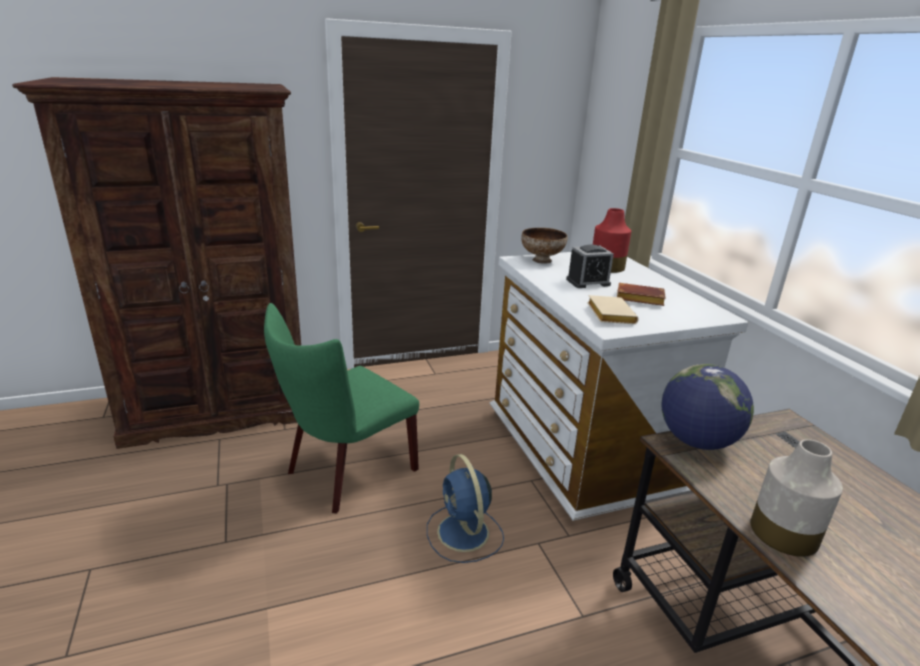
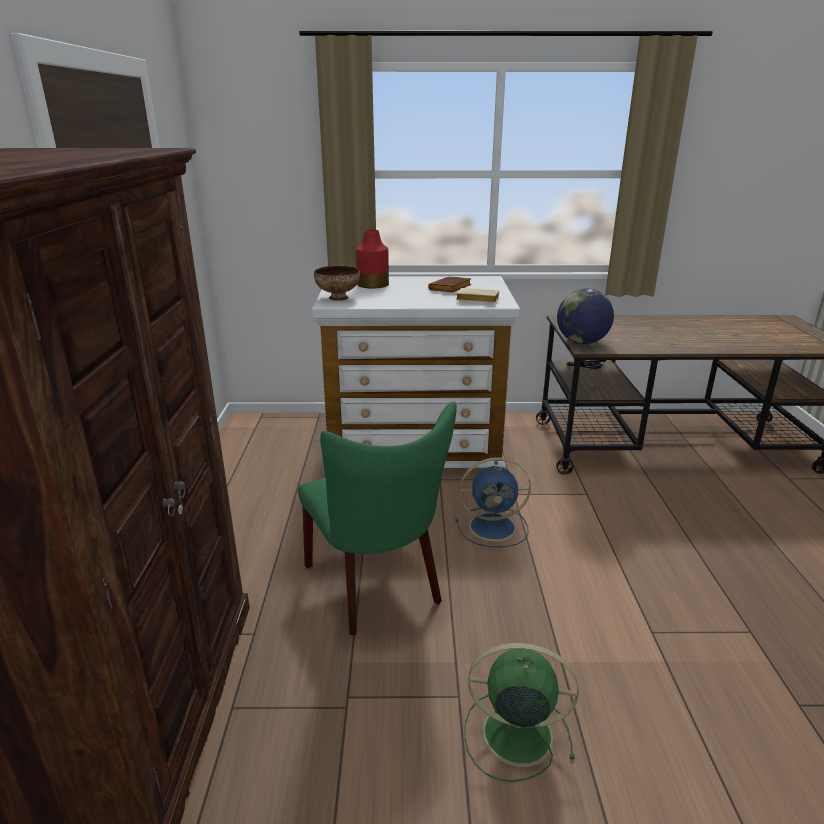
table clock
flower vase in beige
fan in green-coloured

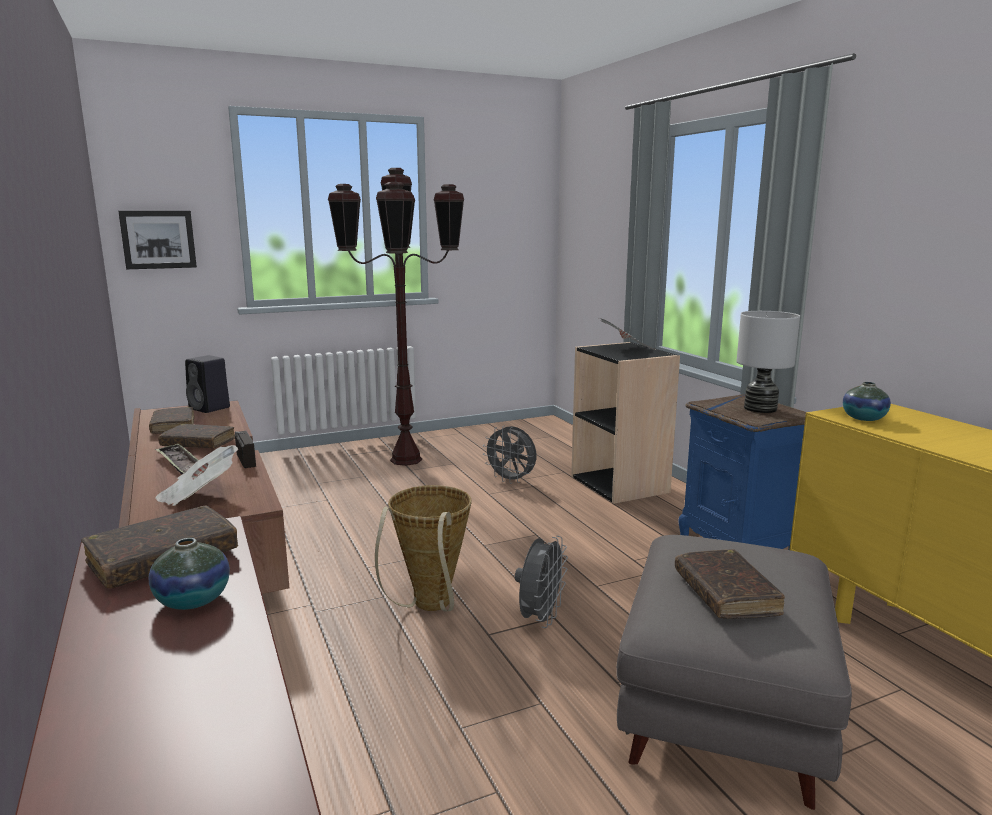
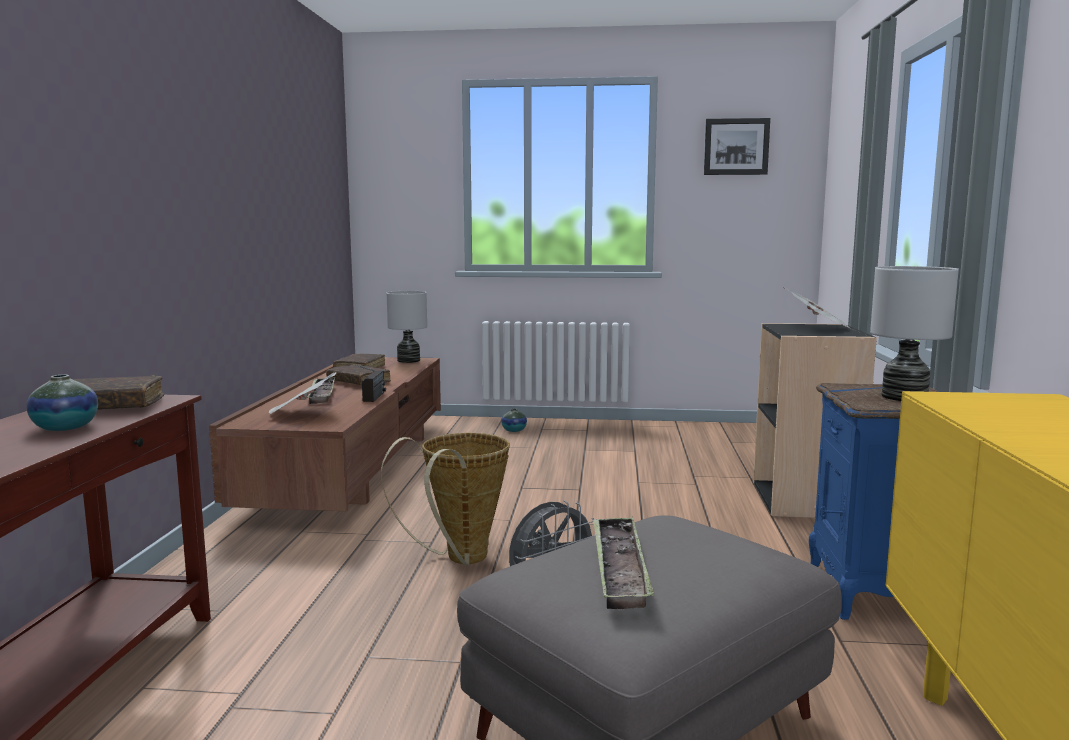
standard lamp in brownish
wall art
table lamp in grey (no. 1 from left)
flower vase (no. 2 from left)
fan in grey (no. 1 from left in the first image)
carrying tray (no. 2 from left)

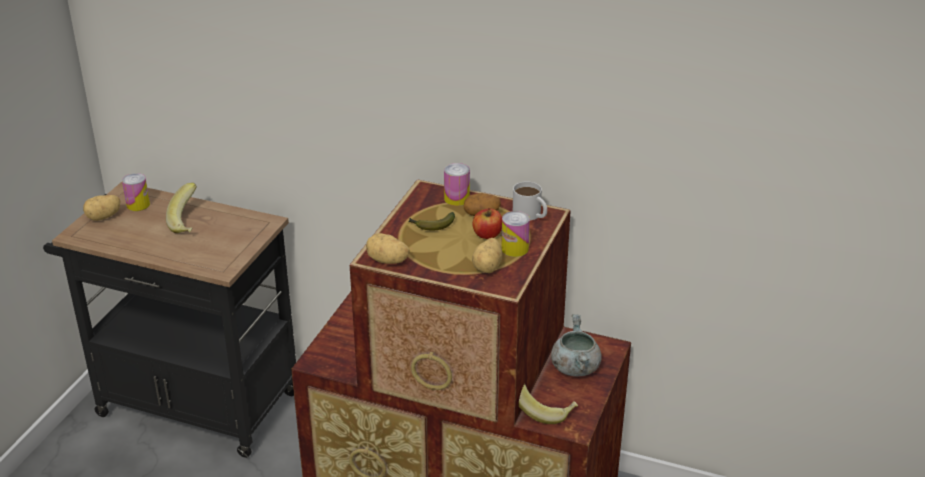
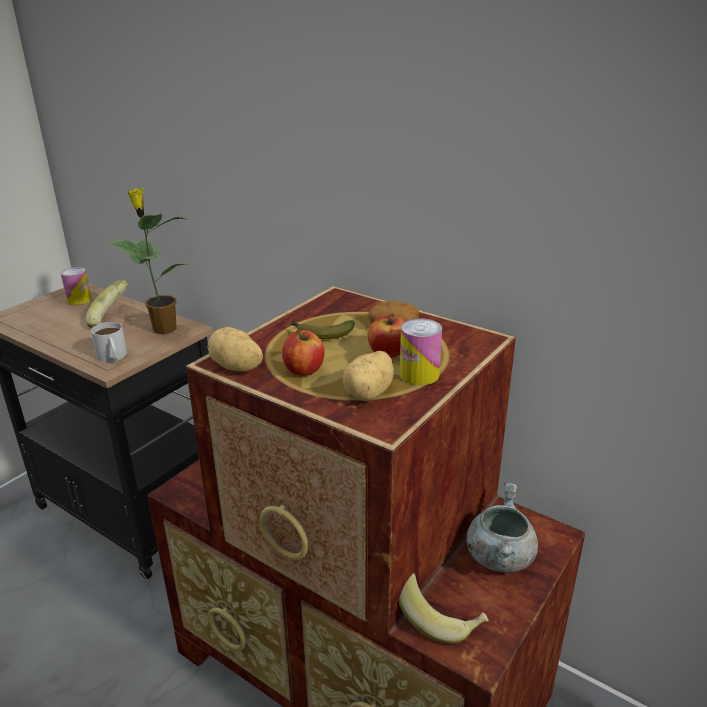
can (no. 2 from left in the first image)
mug in white-coloured
spud (no. 1 from left in the first image)
plant in a pot
apple (no. 1 from left)

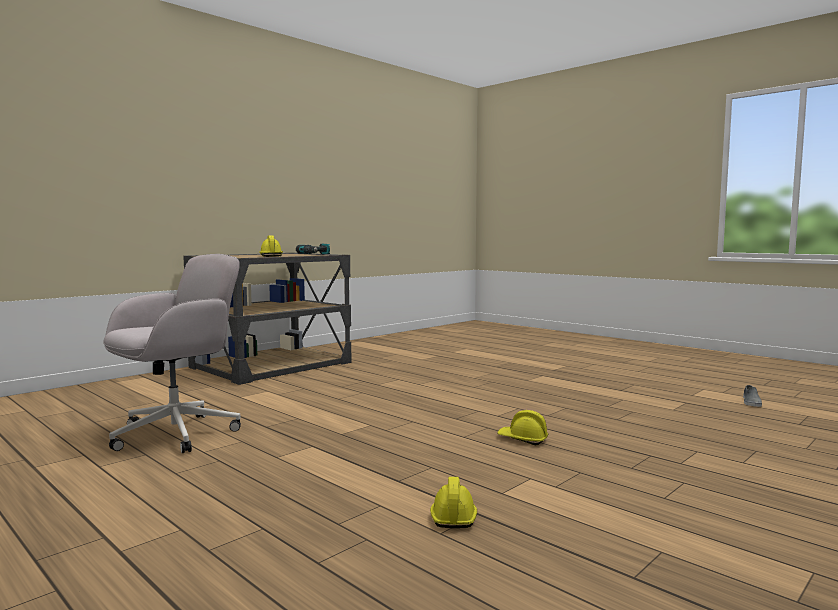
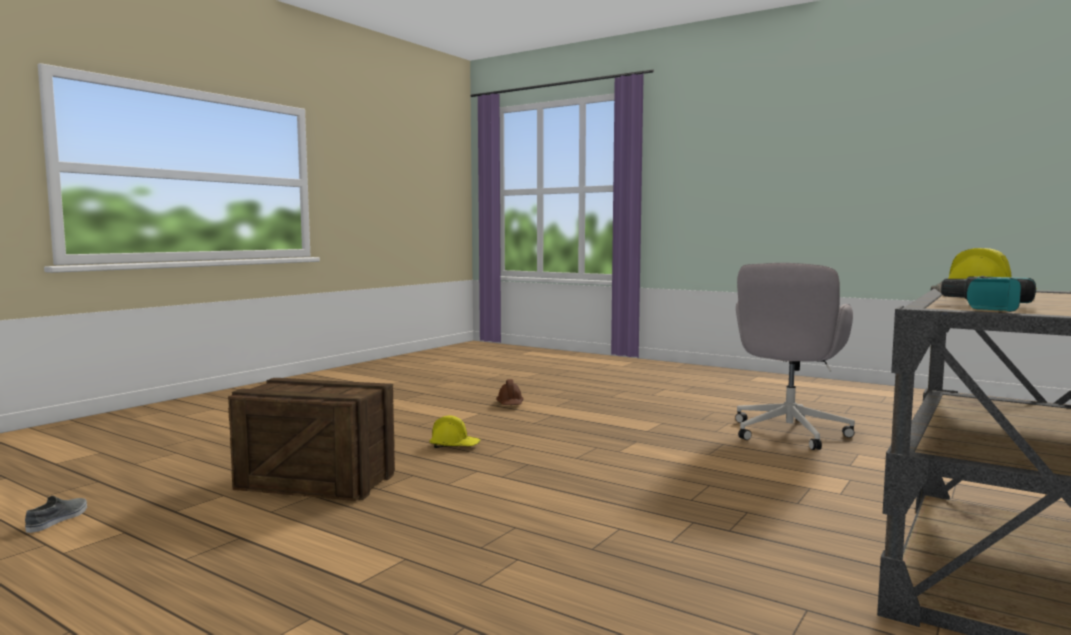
hard hat in brownish
shipping crate

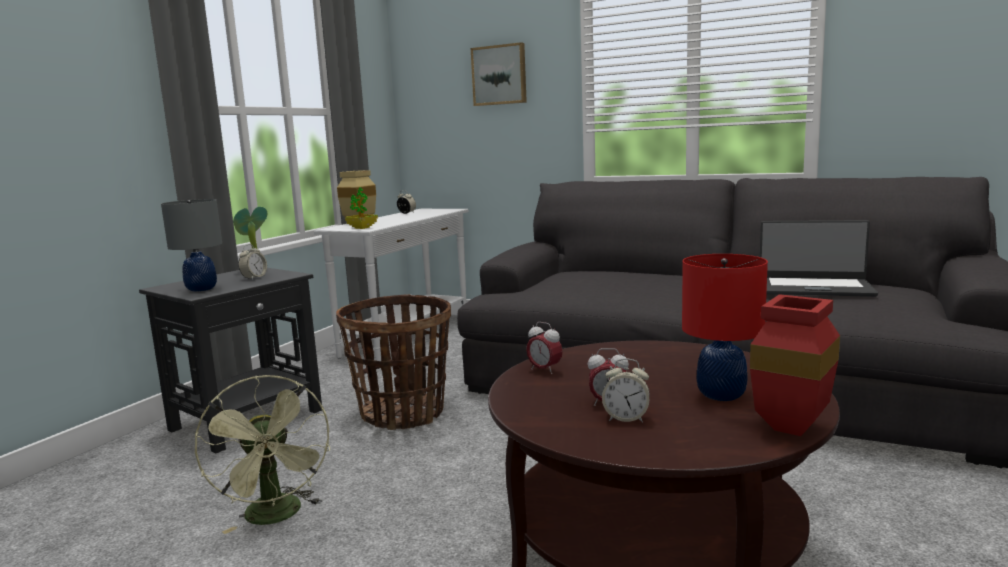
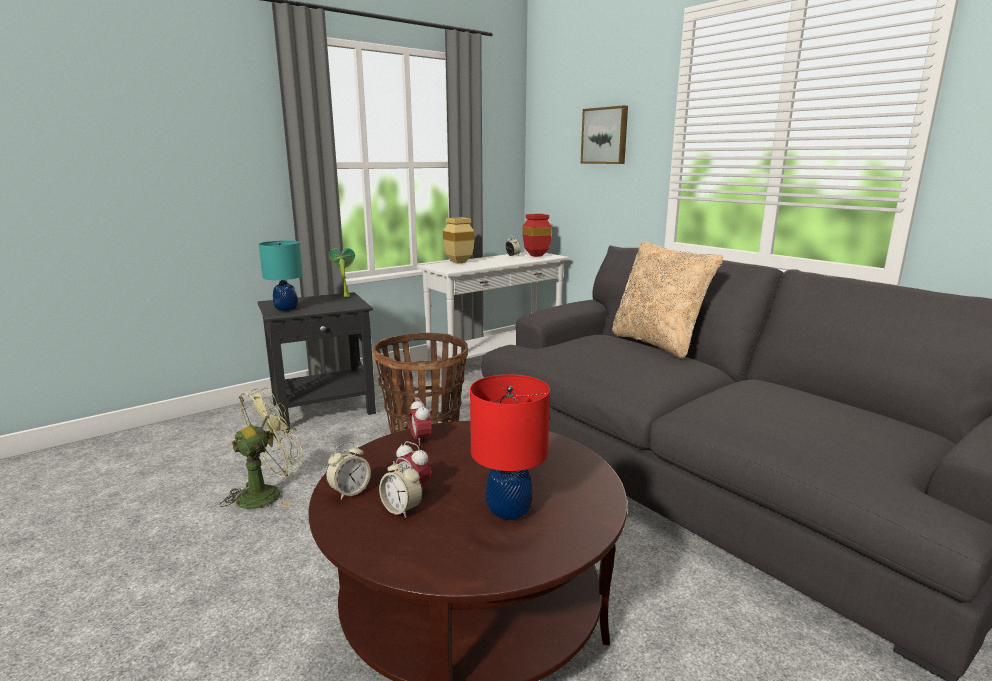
plant in a pot (no. 2 from left in the first image)
table lamp in blue-green
notebook computer
table clock (no. 1 from left)
flower vase in red-coloured
fan in green-coloured
throw pillow in beige

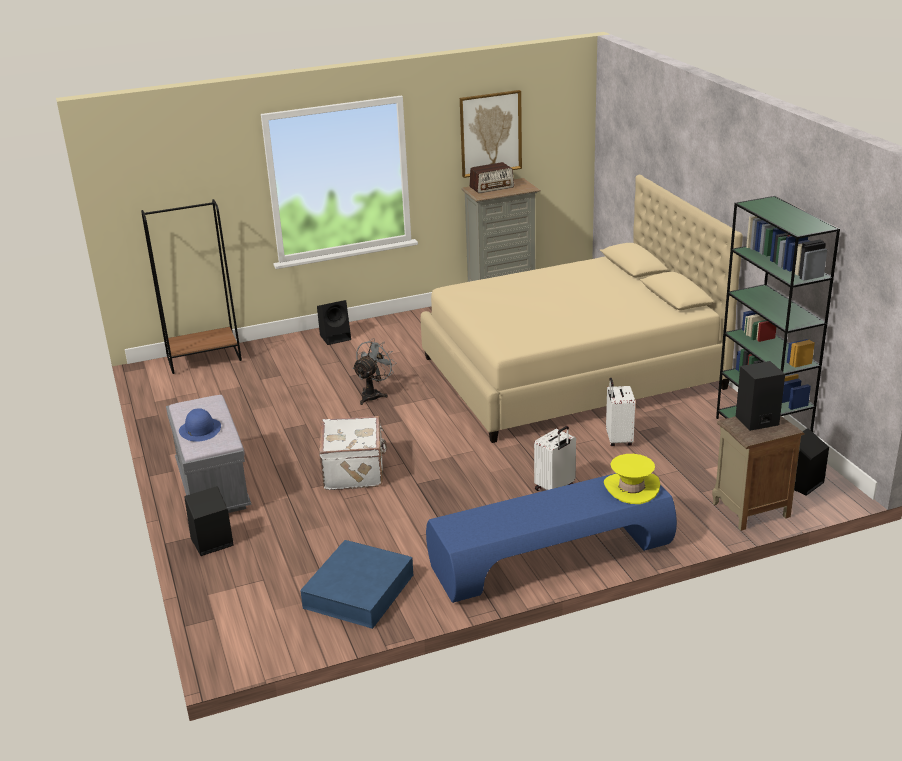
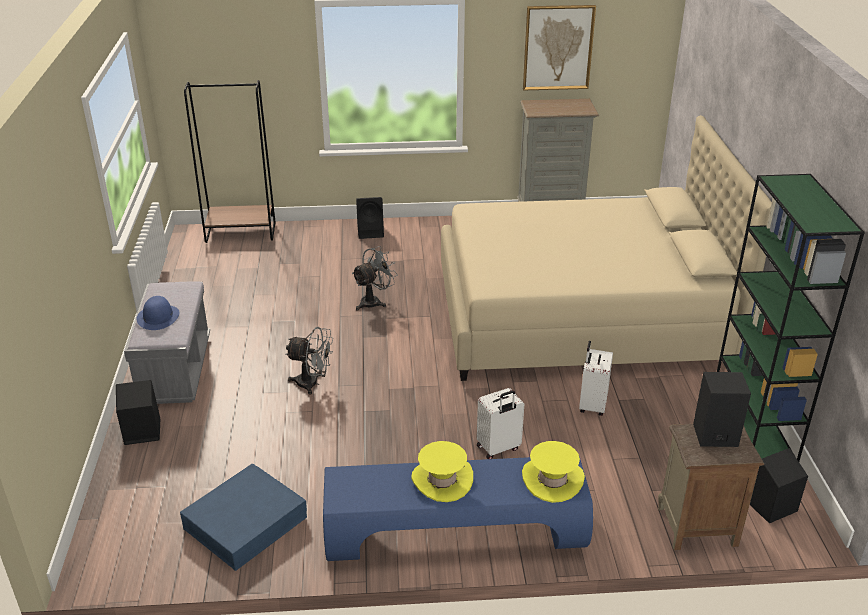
radio
fan in grey (no. 1 from left)
wearable hat in yellow-coloured (no. 1 from left)

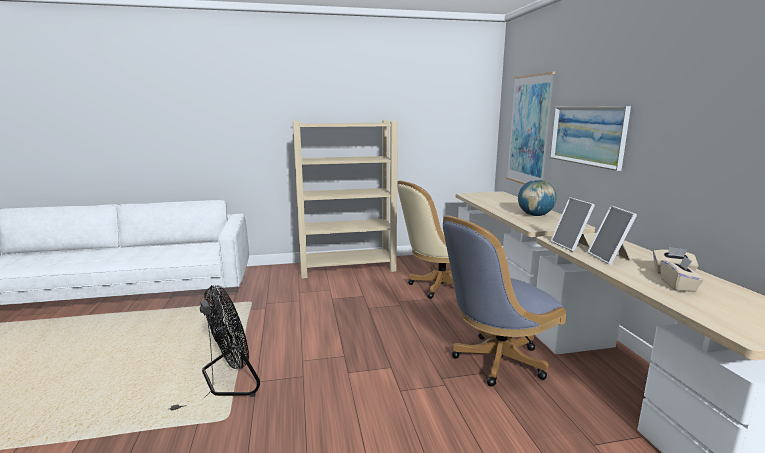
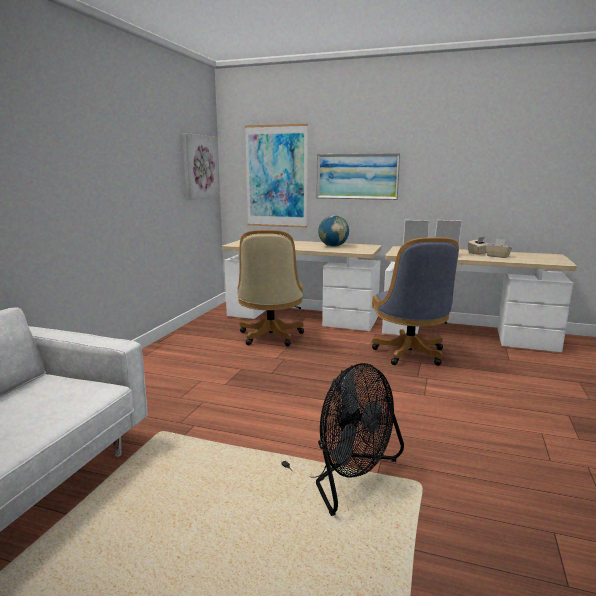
bookshelf in beige
fan in blackish
wall art (no. 1 from left)

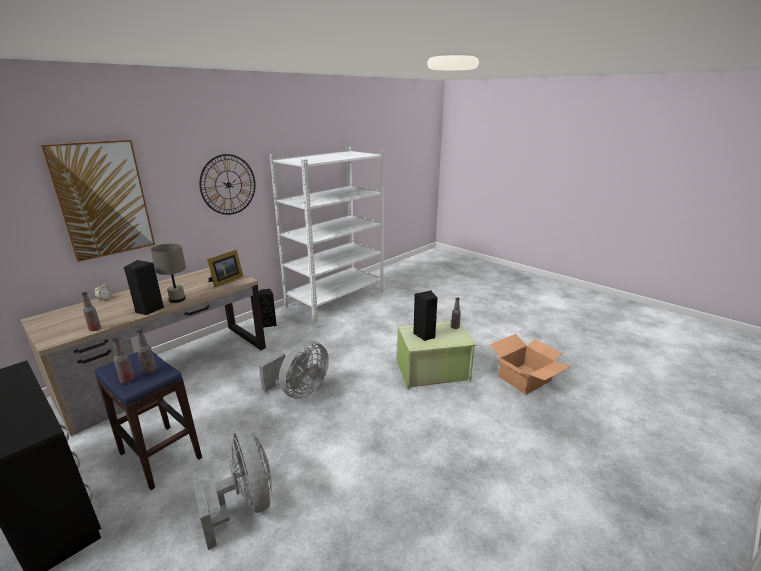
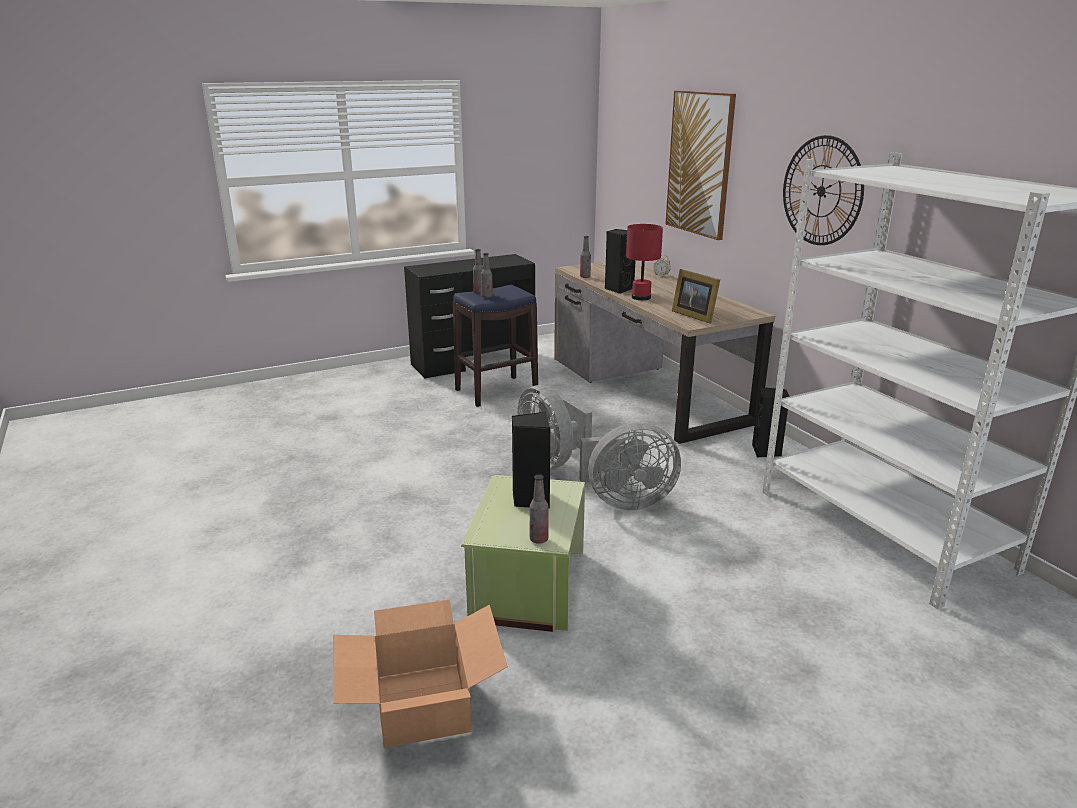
table lamp in red-coloured
fan in grey (no. 2 from left)

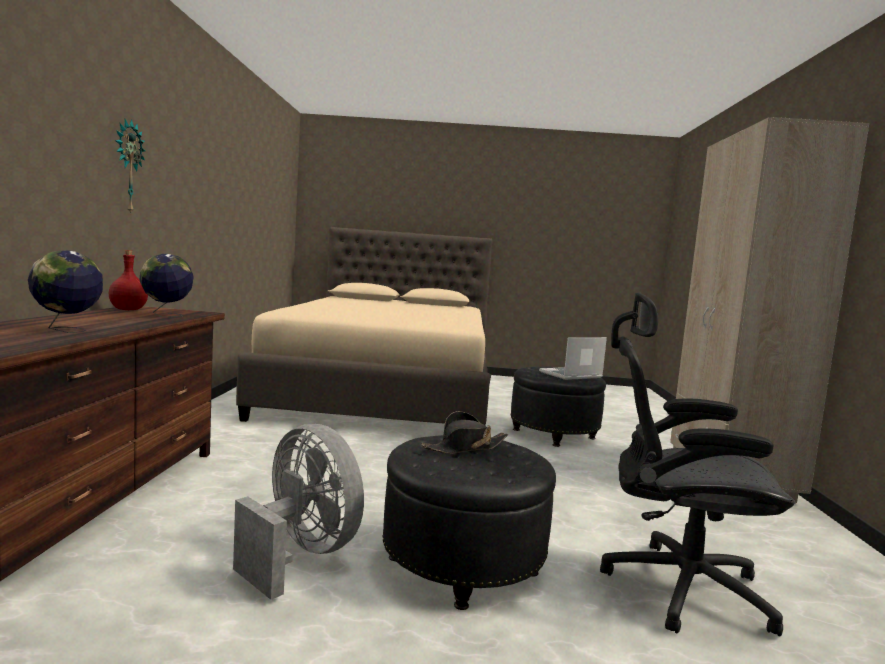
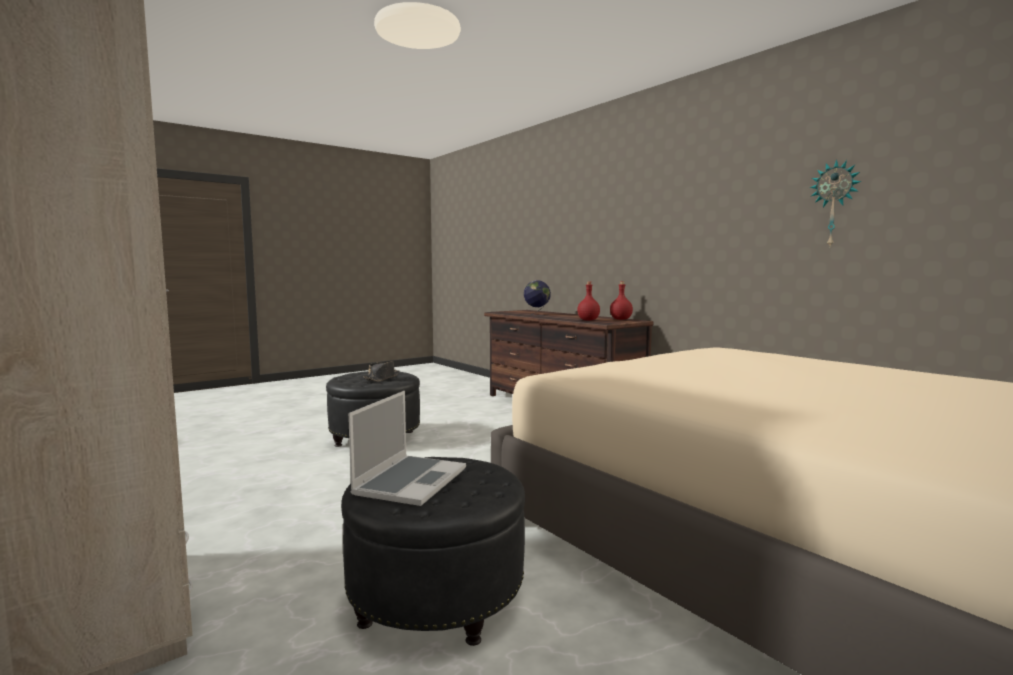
wall clock
bottle in red-coloured (no. 1 from left)
office chair
fan in grey

